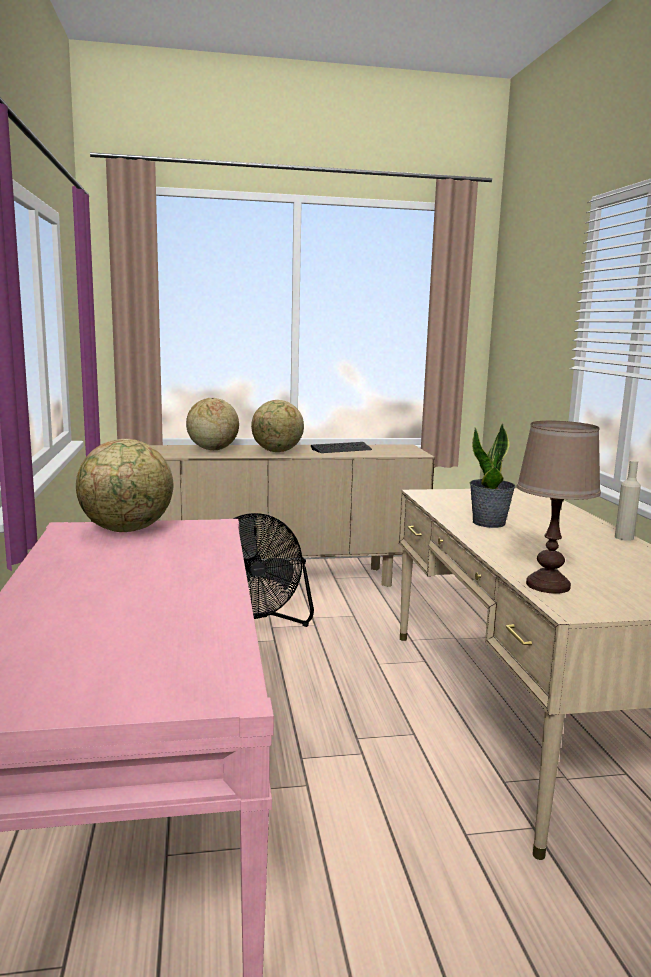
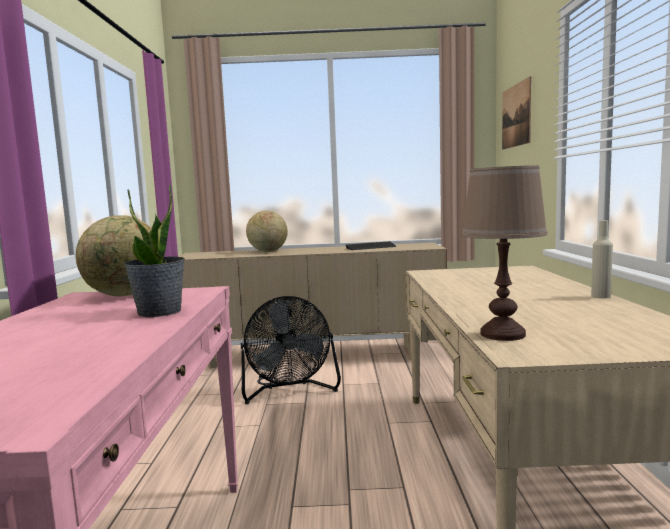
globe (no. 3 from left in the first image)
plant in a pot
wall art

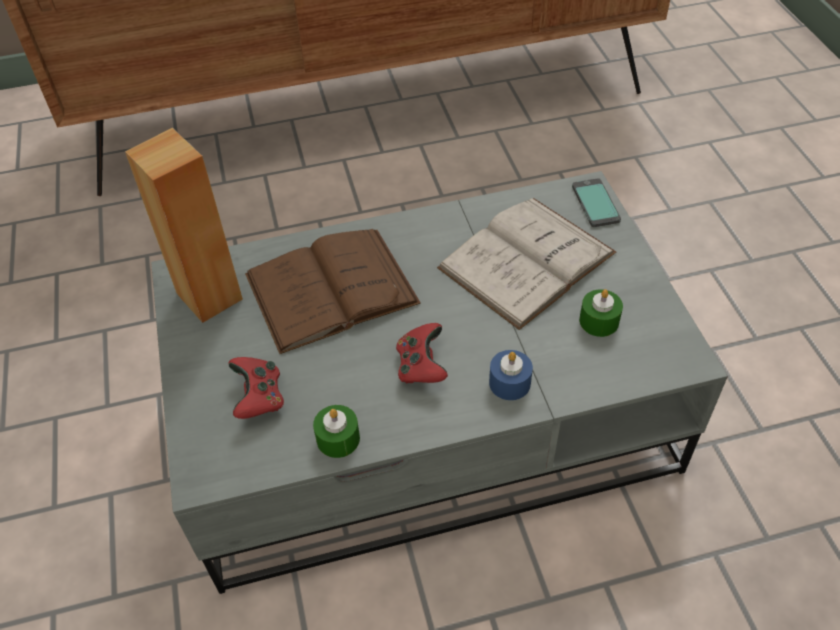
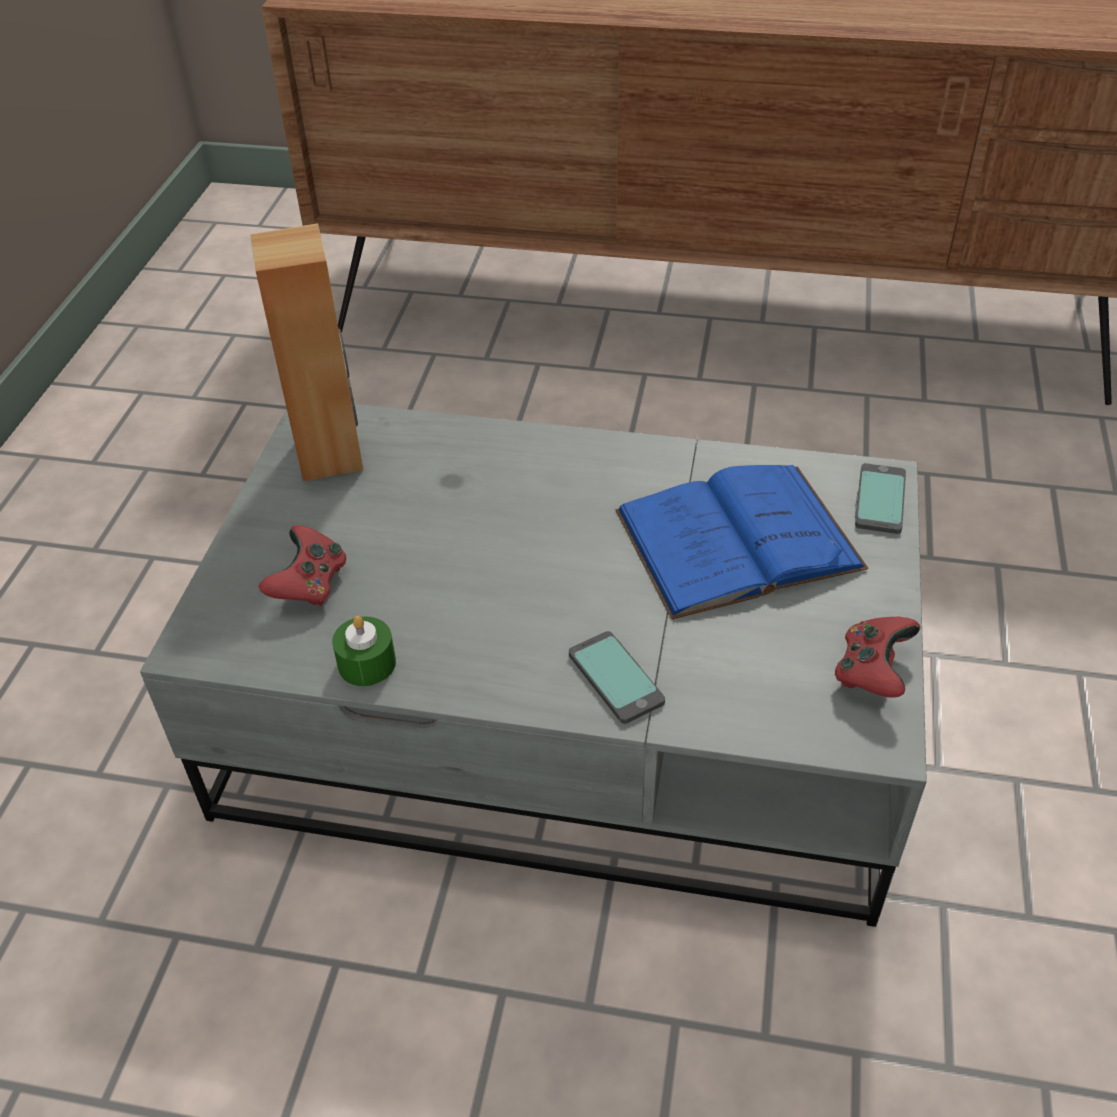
volume in blue
volume in brownish
wax candle in green-coloured (no. 2 from left in the first image)
gamepad in red-coloured (no. 2 from left)
telephone (no. 1 from left)

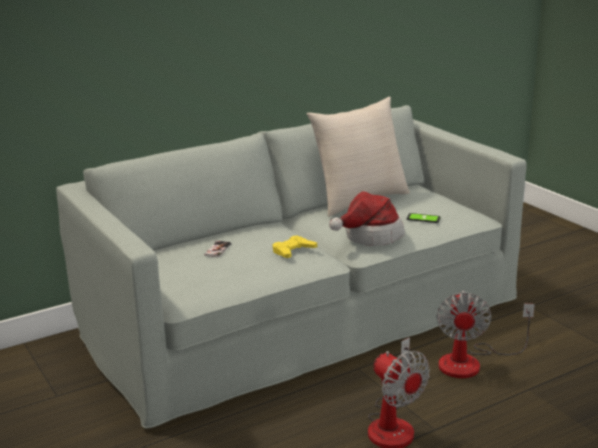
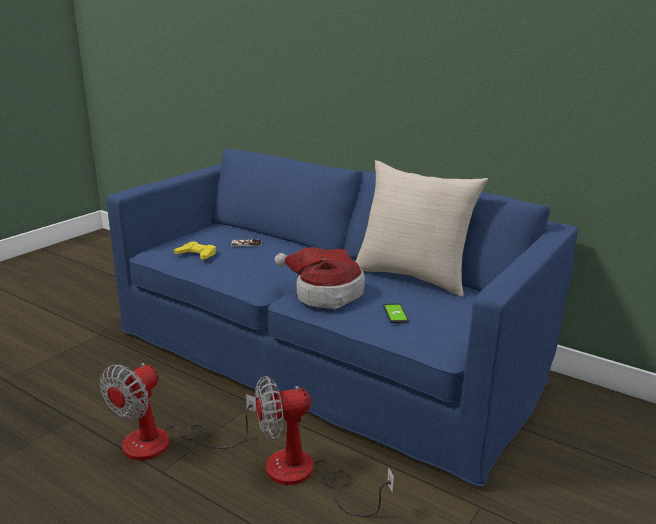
couch in blue
gamepad in yellow-coloured

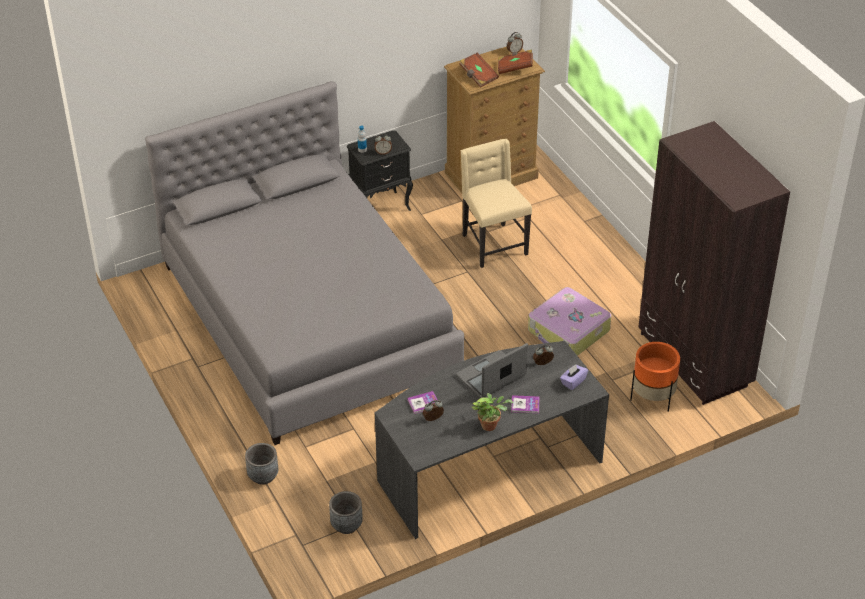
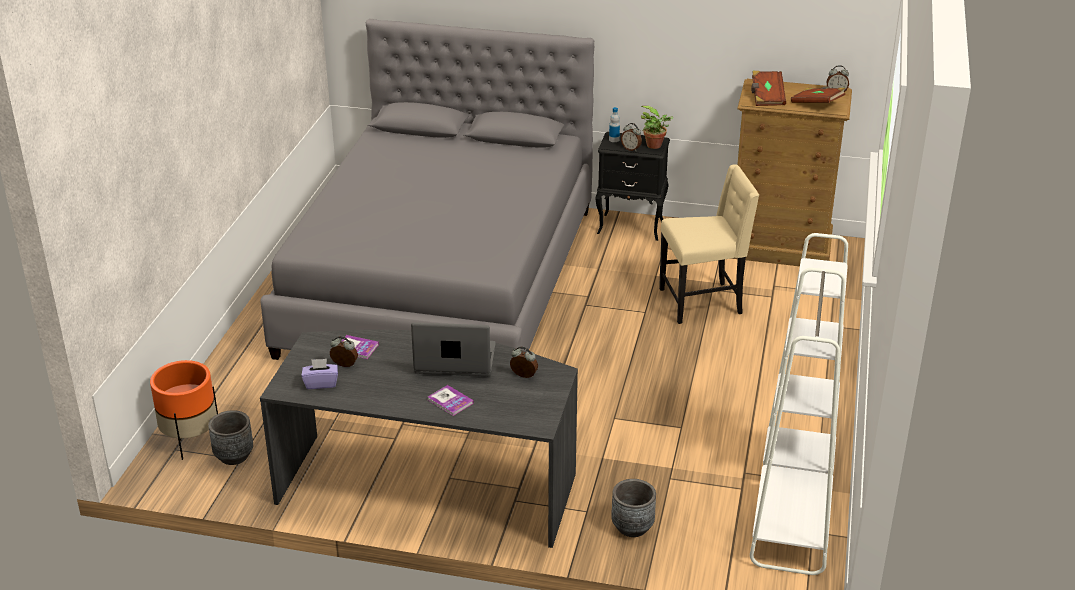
garment stand in white-coloured
upright chair in beige
suitcase
planter in orangey
box of tissues in purplish
plant in a pot
planter in grey (no. 2 from left)

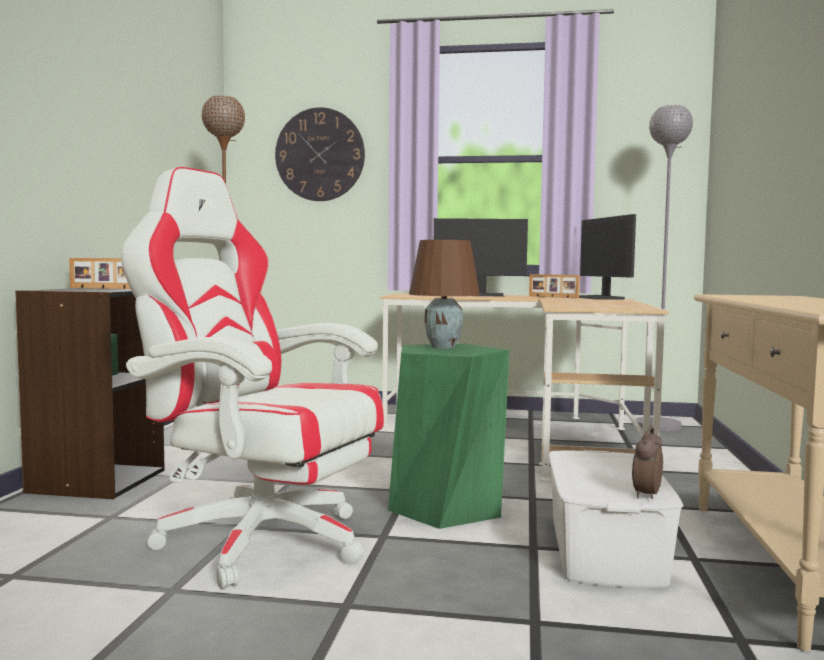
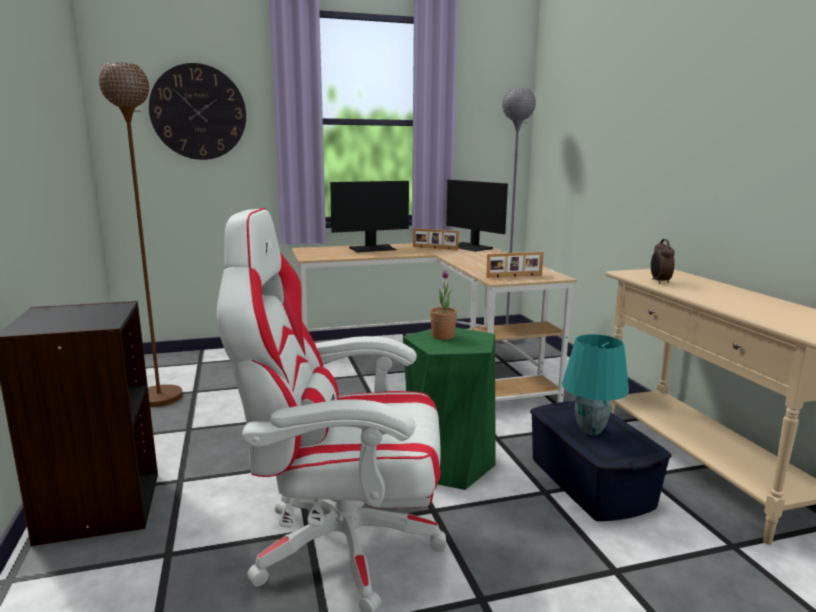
plant in a pot
picture frame (no. 2 from left)
table clock
storage box in blue
table lamp in blue-green

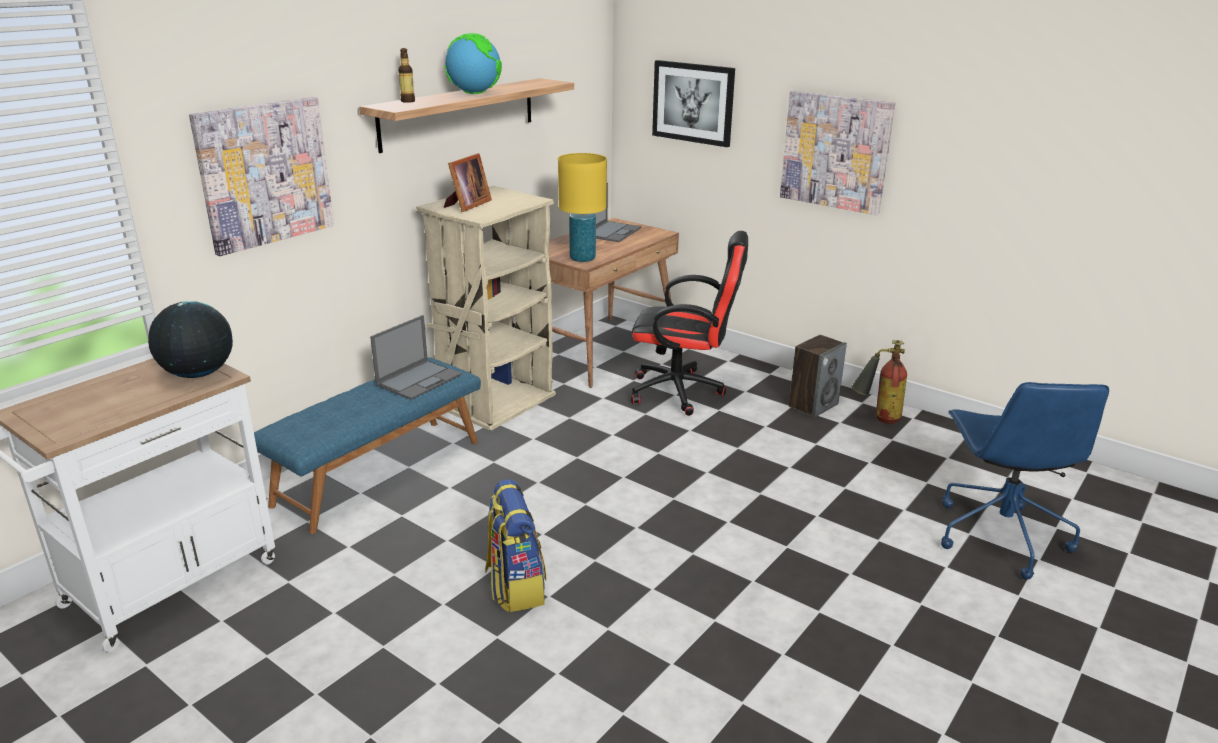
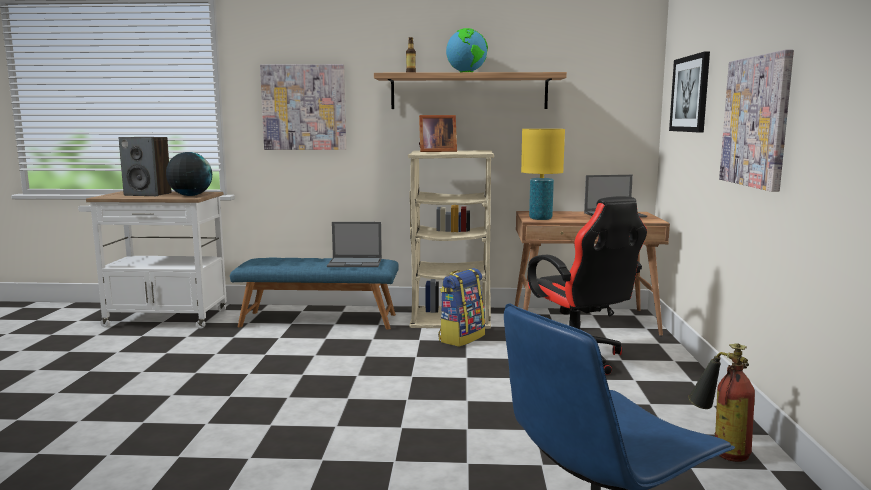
loudspeaker
knapsack

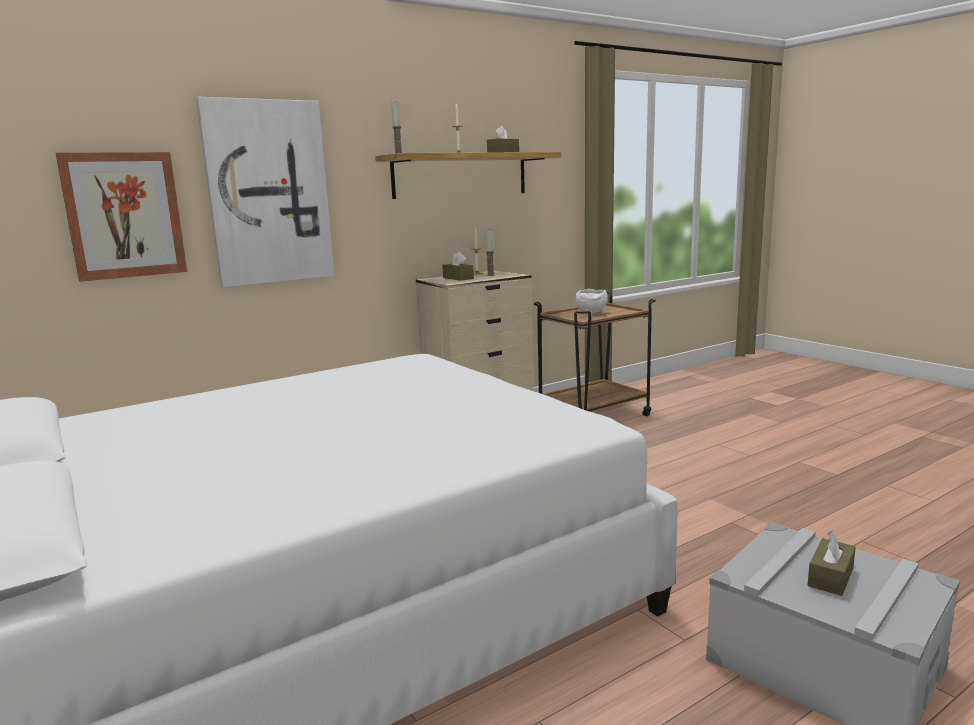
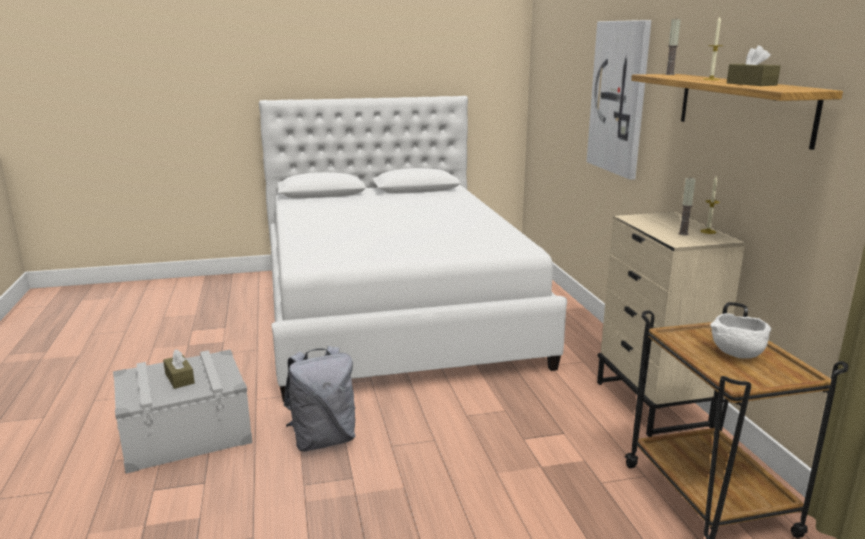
wall art (no. 1 from left in the first image)
box of tissues in brownish (no. 1 from left in the first image)
knapsack in grey

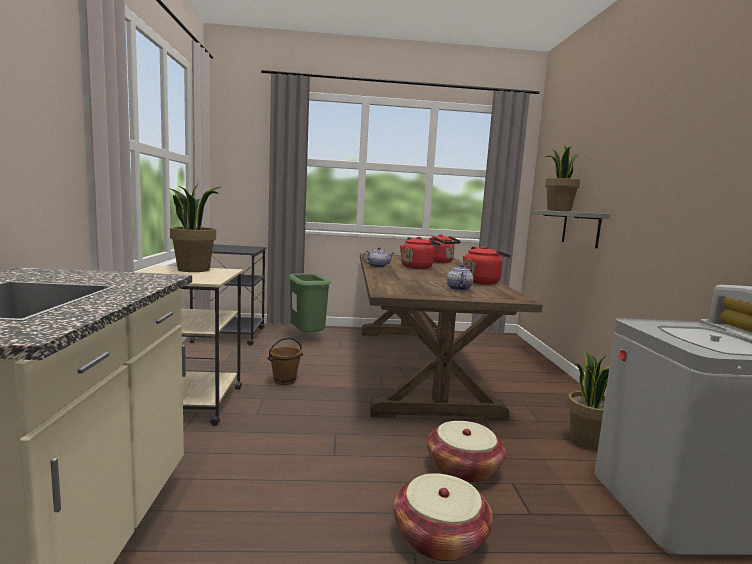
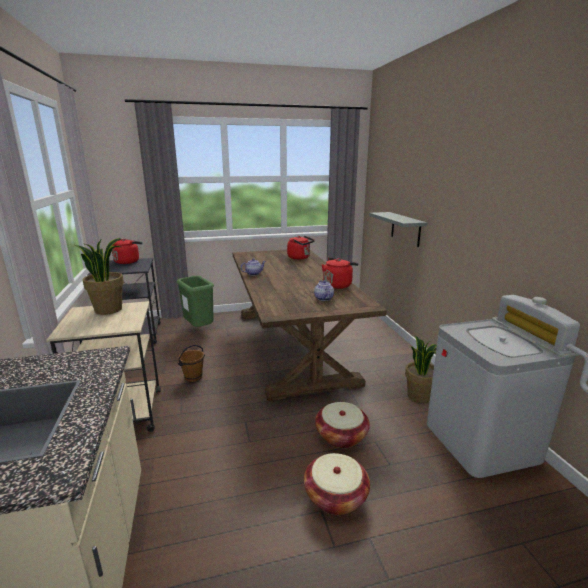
plant in a pot (no. 2 from left in the first image)
tea kettle in red-coloured (no. 1 from left)

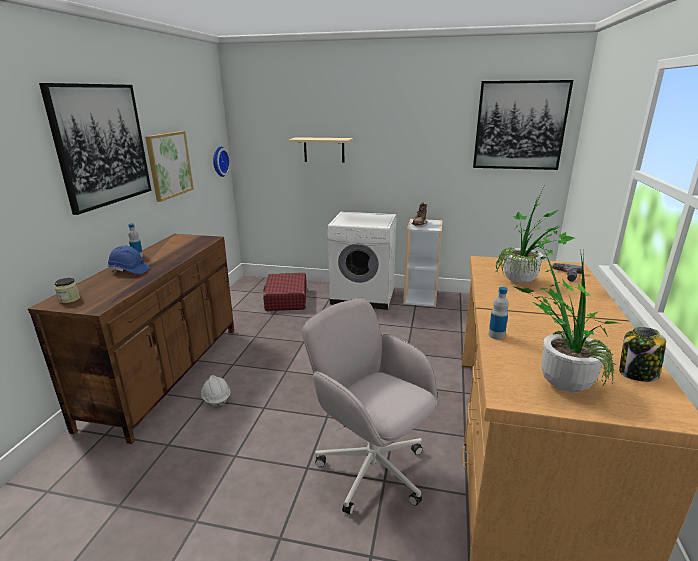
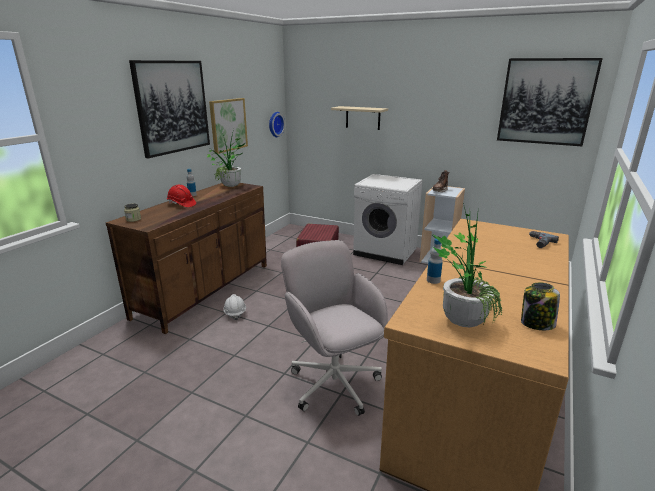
plant in a pot (no. 1 from left)
hard hat in red-coloured

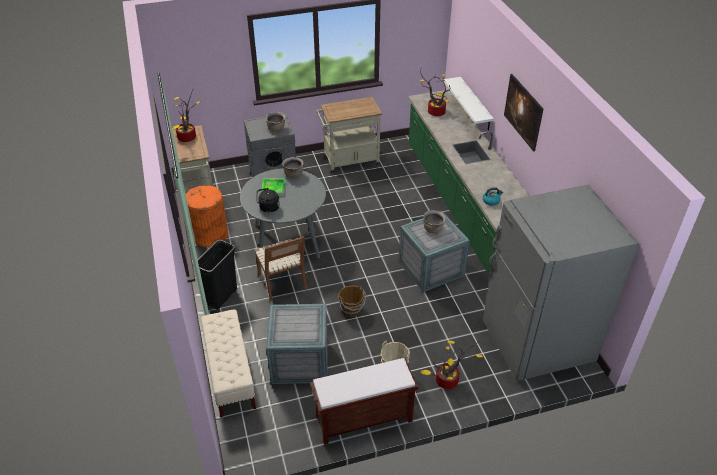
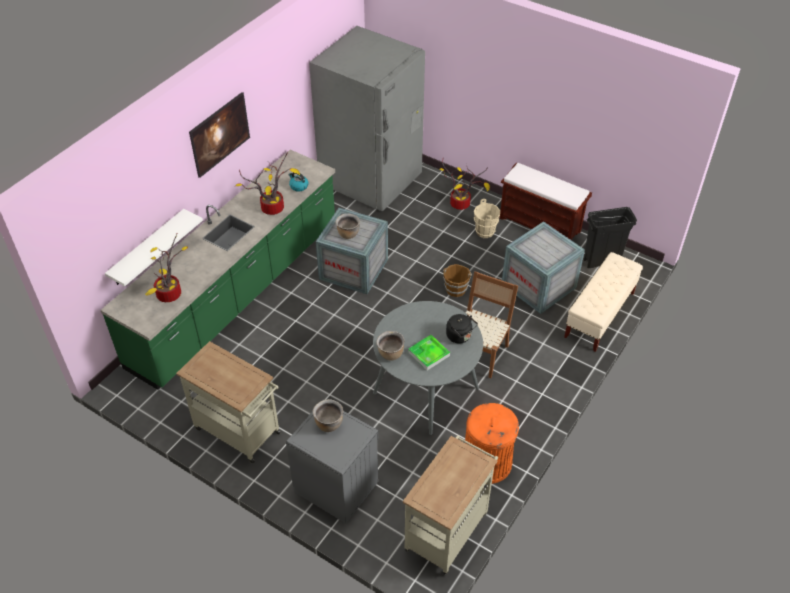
plant in a pot (no. 2 from left)
rubbish bin in blackish

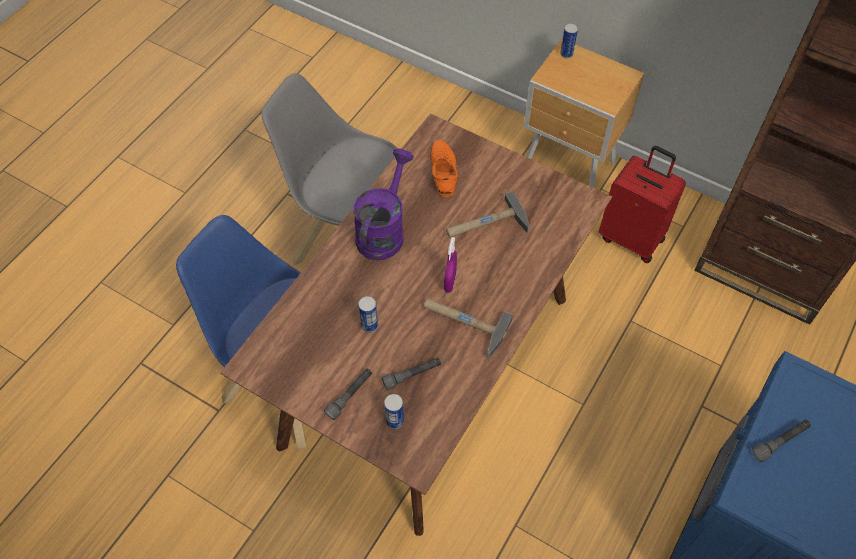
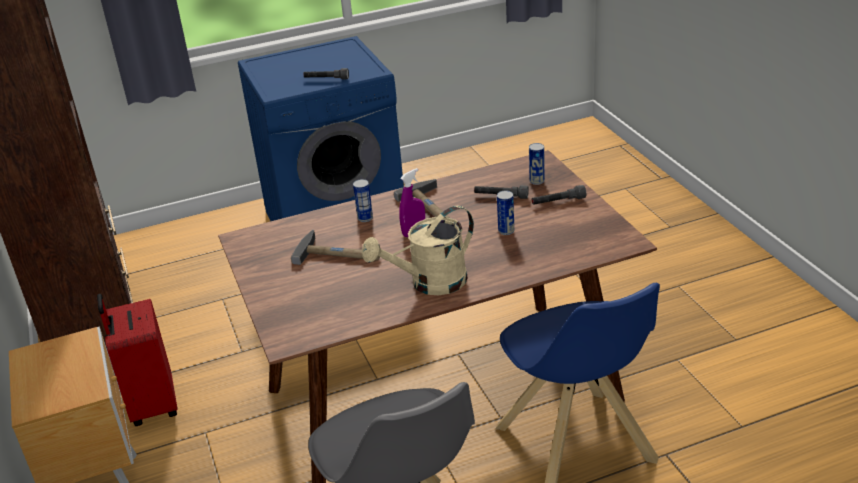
can (no. 1 from left)
low shoe in orangey
watering can in beige

